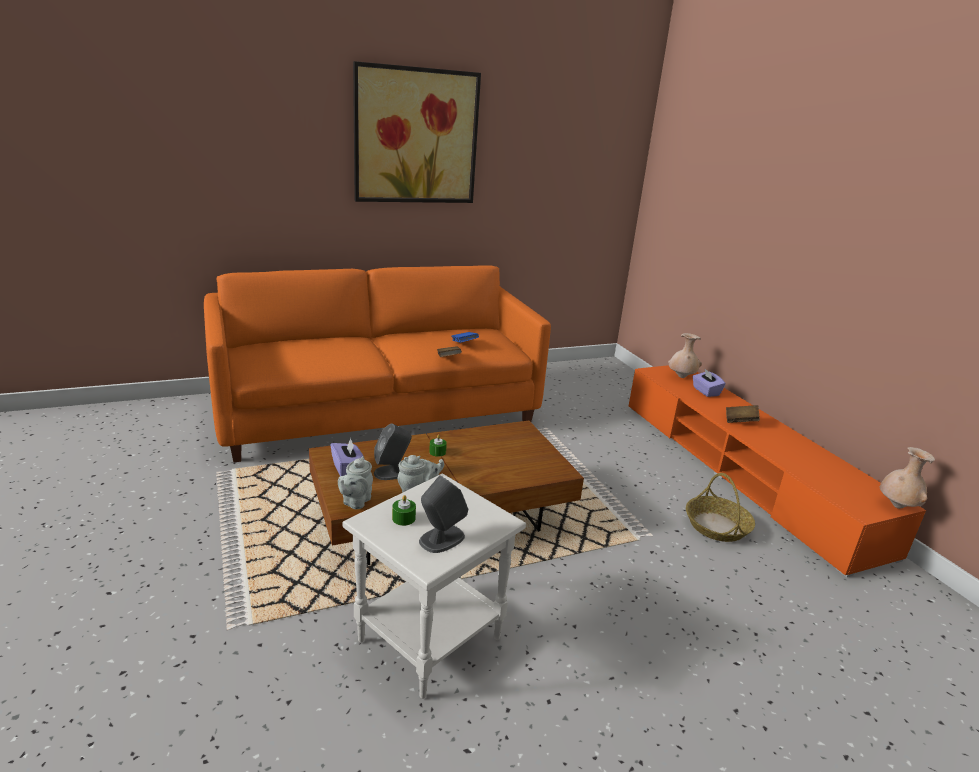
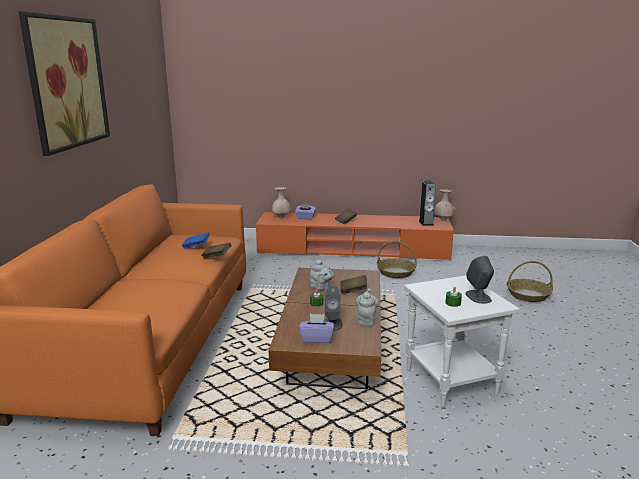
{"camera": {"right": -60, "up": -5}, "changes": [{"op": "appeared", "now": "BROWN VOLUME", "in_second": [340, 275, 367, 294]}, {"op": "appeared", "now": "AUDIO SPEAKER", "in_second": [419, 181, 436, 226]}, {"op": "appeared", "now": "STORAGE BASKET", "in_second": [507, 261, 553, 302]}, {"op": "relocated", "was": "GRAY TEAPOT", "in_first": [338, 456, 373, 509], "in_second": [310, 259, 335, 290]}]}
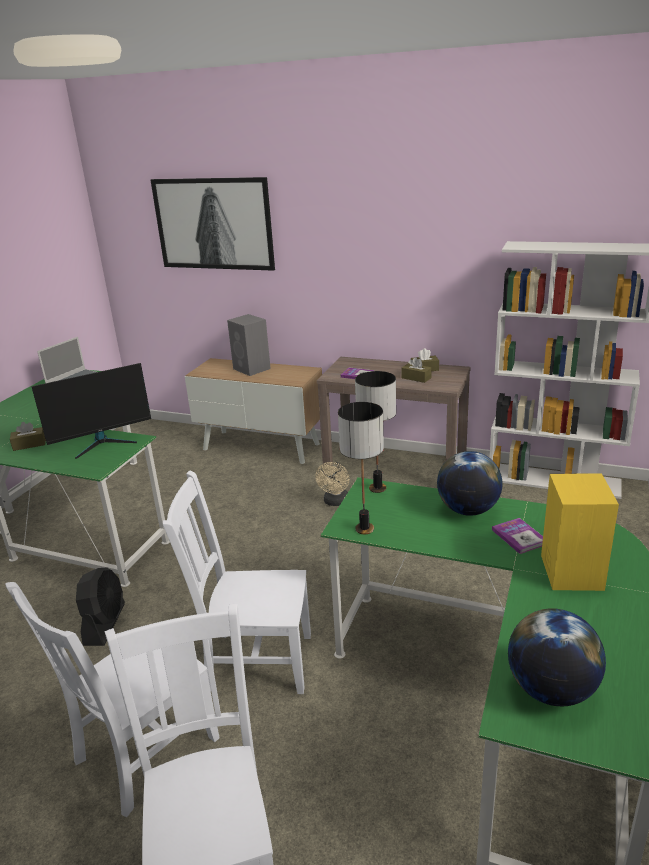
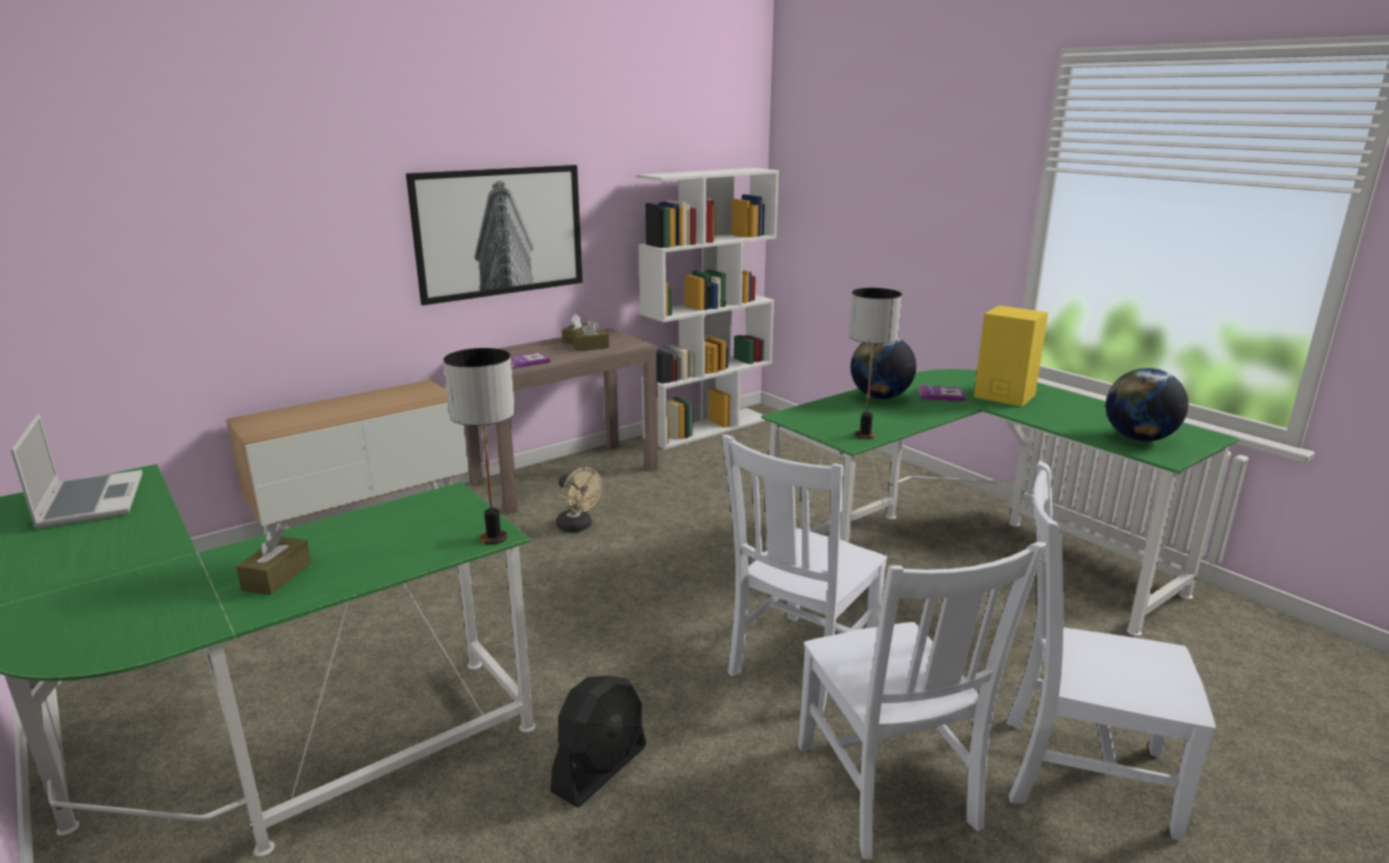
{"camera": {"right": -60, "up": -5}, "changes": [{"op": "missing", "was": "COMPUTER DISPLAY", "in_first": [31, 363, 151, 459]}, {"op": "missing", "was": "GRAY AUDIO SPEAKER", "in_first": [227, 314, 271, 376]}, {"op": "relocated", "was": "WALL ART", "in_first": [151, 177, 275, 271], "in_second": [406, 165, 583, 305]}, {"op": "relocated", "was": "TABLE LAMP", "in_first": [355, 371, 396, 493], "in_second": [444, 348, 515, 545]}, {"op": "spun", "was": "BLACK ELECTRIC FAN", "in_first": [76, 567, 125, 646], "in_second": [550, 676, 646, 808], "clockwise": 90}]}
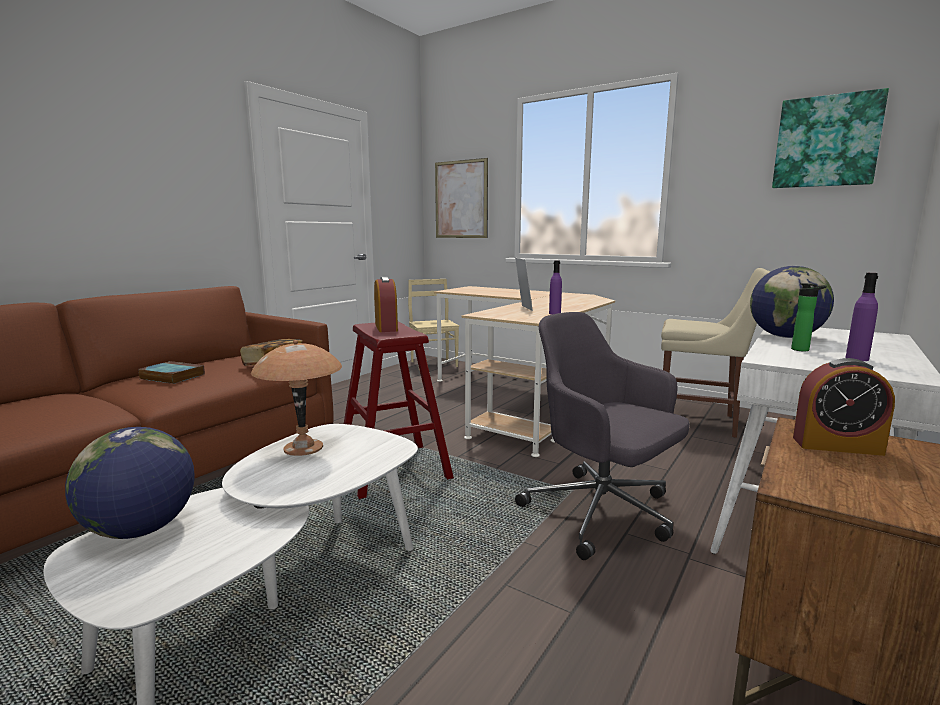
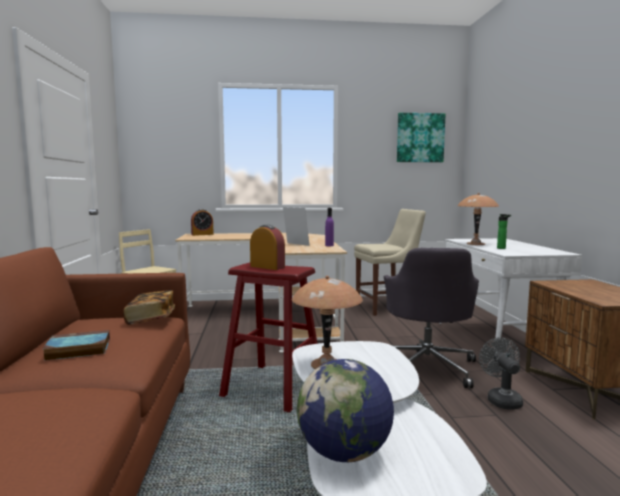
{"camera": {"right": -40, "up": -5}, "changes": [{"op": "missing", "was": "WALL ART", "in_first": [435, 158, 488, 238]}, {"op": "missing", "was": "PURPLE DRINK BOTTLE", "in_first": [846, 273, 878, 361]}, {"op": "appeared", "now": "GRAY ELECTRIC FAN", "in_second": [479, 337, 523, 409]}, {"op": "relocated", "was": "ALARM CLOCK", "in_first": [793, 358, 895, 456], "in_second": [191, 209, 214, 236]}, {"op": "exchanged", "was": "WORLD GLOBE", "now": "BROWN TABLE LAMP", "in_first": [750, 266, 834, 338], "in_second": [457, 193, 499, 245]}, {"op": "spun", "was": "GRAY OFFICE CHAIR", "in_first": [515, 312, 690, 560], "in_second": [384, 248, 479, 388], "clockwise": -90}]}
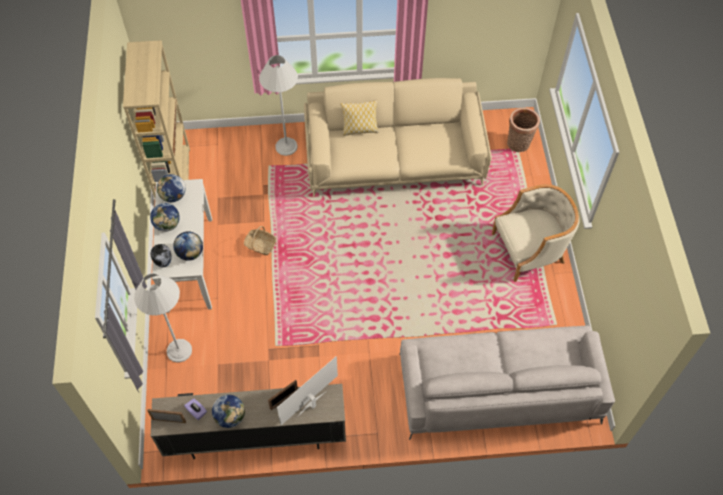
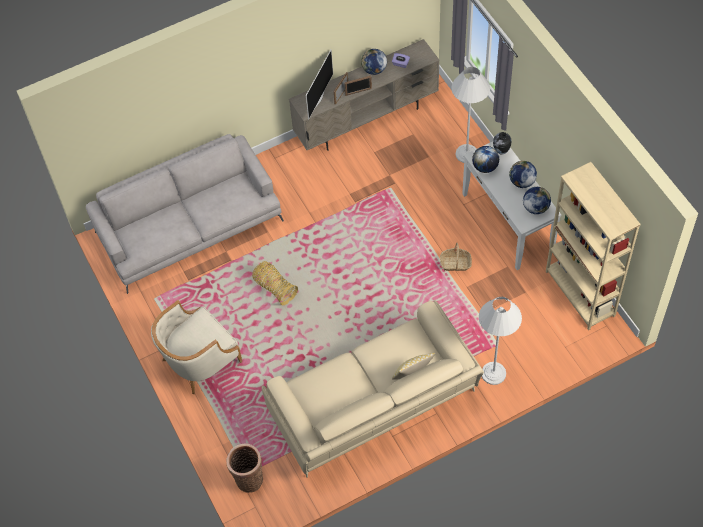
{"camera": {"right": 160, "up": 0}, "changes": [{"op": "appeared", "now": "STORAGE BASKET", "in_second": [252, 261, 298, 306]}, {"op": "relocated", "was": "PICTURE FRAME", "in_first": [147, 409, 186, 423], "in_second": [344, 76, 372, 96]}]}
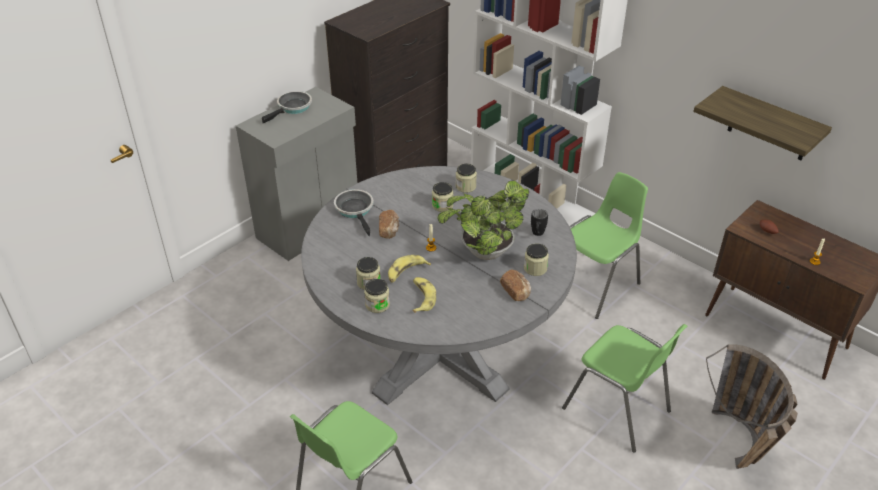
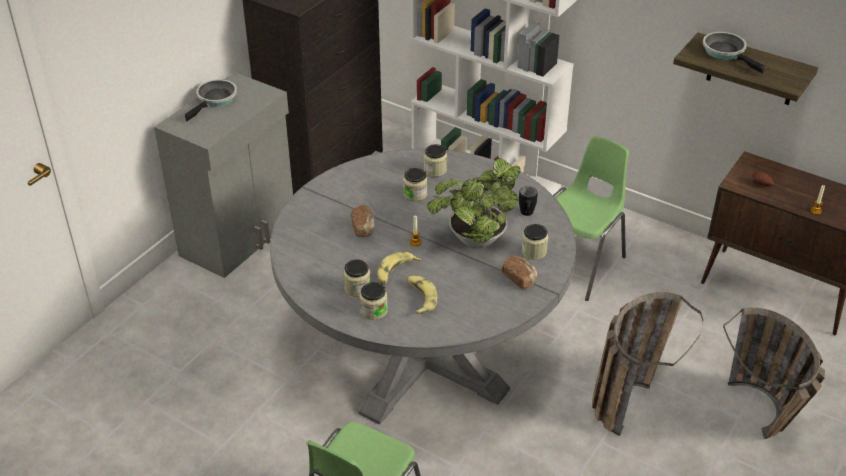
{"camera": {"right": -10, "up": 0}, "changes": [{"op": "relocated", "was": "FRYING PAN", "in_first": [334, 189, 374, 236], "in_second": [703, 32, 765, 74]}, {"op": "exchanged", "was": "GREEN-COLOURED CHAIR", "now": "STORAGE BASKET", "in_first": [562, 324, 687, 453], "in_second": [592, 292, 703, 436]}]}
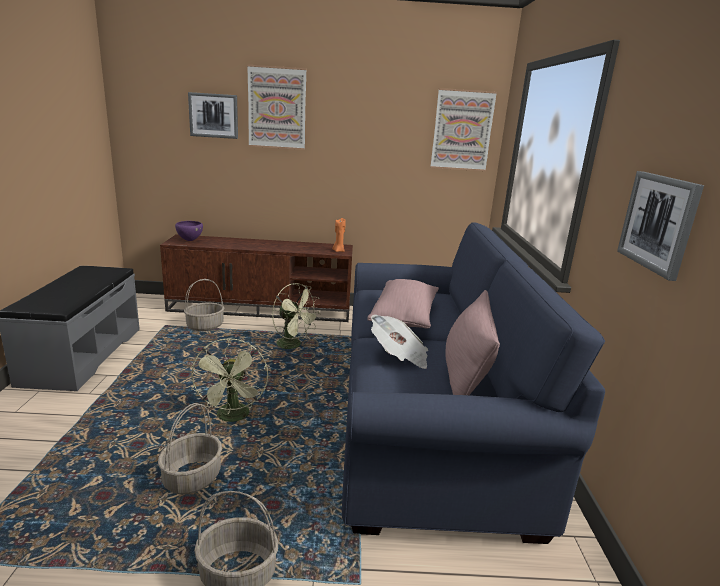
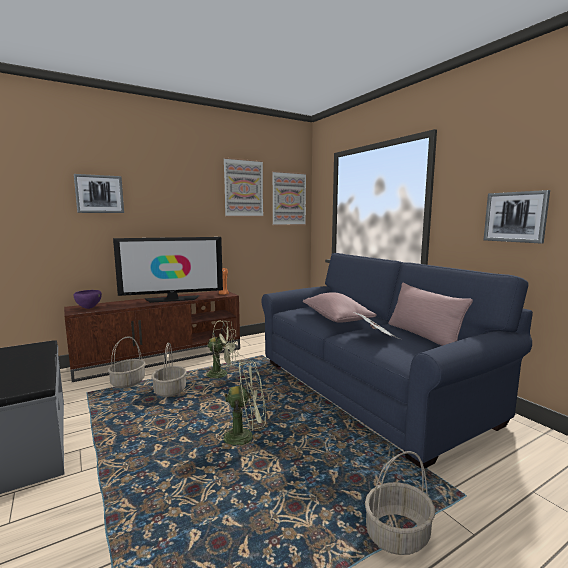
{"camera": {"right": -30, "up": -10}, "changes": [{"op": "appeared", "now": "TV SET", "in_second": [113, 237, 223, 303]}, {"op": "relocated", "was": "STORAGE BASKET", "in_first": [158, 403, 222, 495], "in_second": [151, 342, 187, 397]}, {"op": "relocated", "was": "WALL ART", "in_first": [247, 65, 306, 150], "in_second": [223, 157, 264, 217]}, {"op": "spun", "was": "GREEN-COLOURED ELECTRIC FAN", "in_first": [191, 338, 268, 422], "in_second": [219, 361, 266, 447], "clockwise": -60}]}
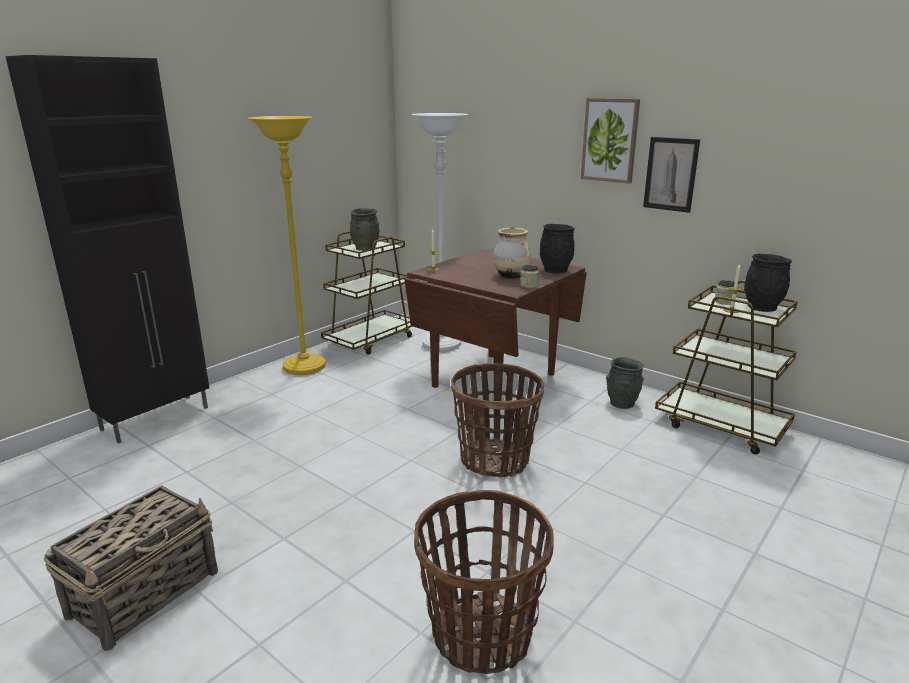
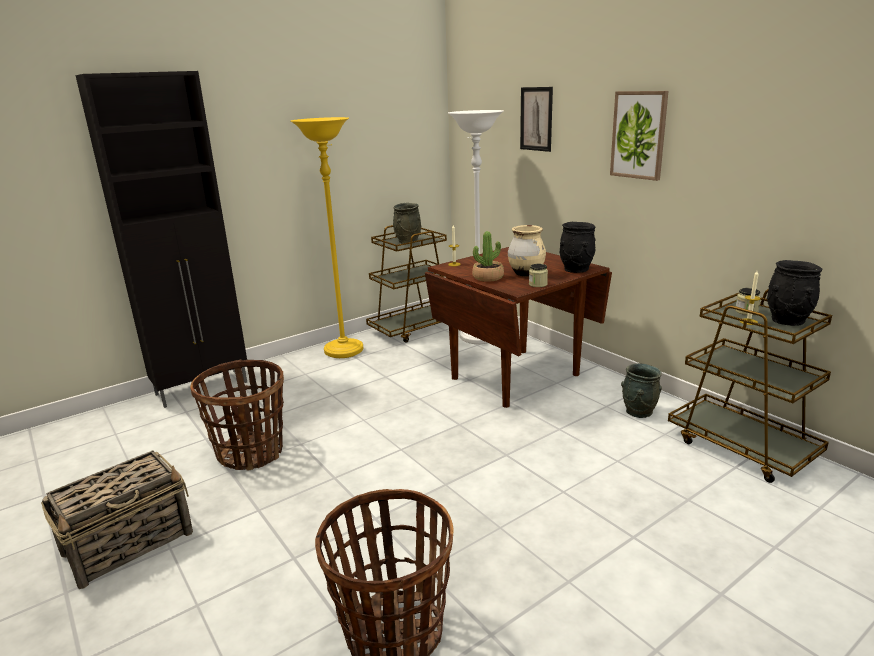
{"camera": {"right": 15, "up": 0}, "changes": [{"op": "appeared", "now": "HOUSEPLANT", "in_second": [472, 231, 504, 282]}, {"op": "relocated", "was": "STORAGE BASKET", "in_first": [451, 363, 544, 478], "in_second": [190, 360, 284, 470]}, {"op": "relocated", "was": "WALL ART", "in_first": [643, 137, 700, 213], "in_second": [520, 87, 553, 152]}]}
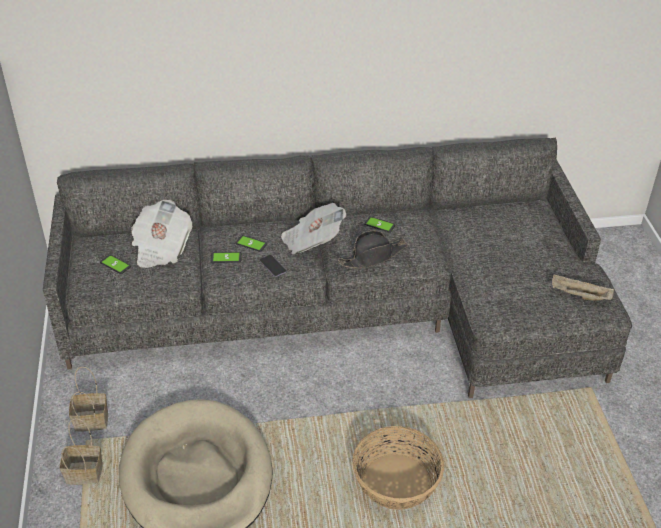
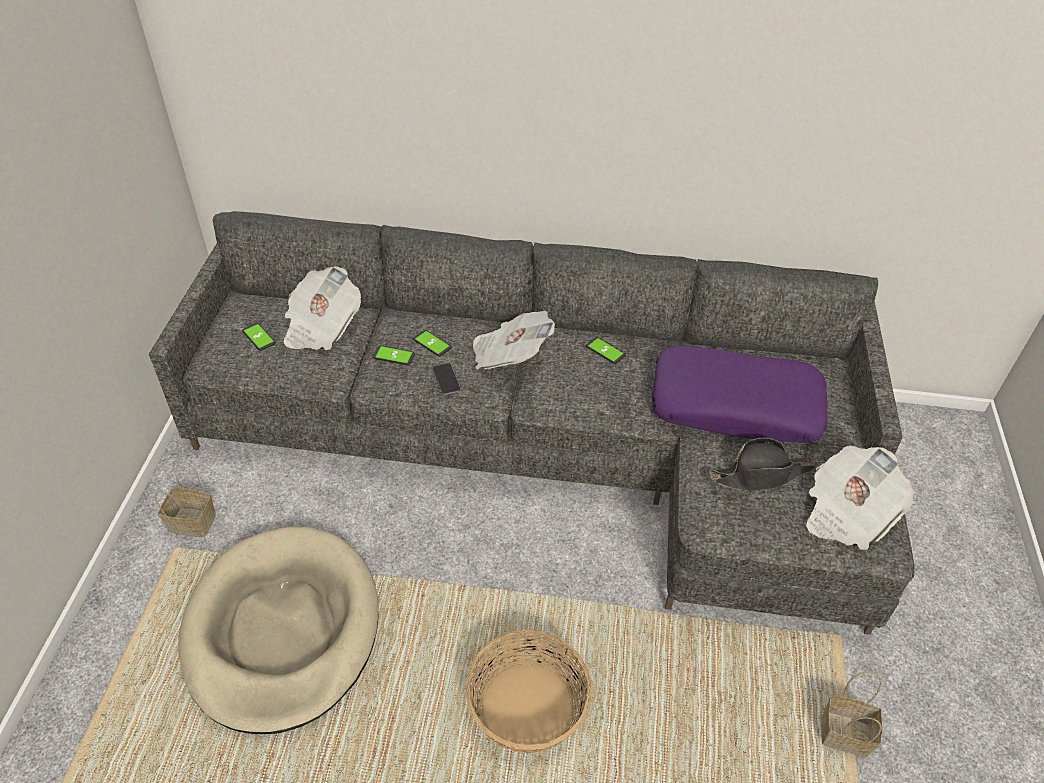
{"camera": {"right": 15, "up": 5}, "changes": [{"op": "appeared", "now": "PURPLE CUSHION", "in_second": [652, 345, 828, 443]}, {"op": "relocated", "was": "STORAGE BASKET", "in_first": [60, 418, 103, 485], "in_second": [821, 671, 883, 758]}, {"op": "relocated", "was": "BLACK CLOTHING HAT", "in_first": [338, 231, 408, 268], "in_second": [710, 438, 816, 490]}, {"op": "exchanged", "was": "BEIGE-COLOURED CARRYING TRAY", "now": "PRINTED PAPER", "in_first": [552, 274, 614, 301], "in_second": [806, 445, 913, 550]}]}
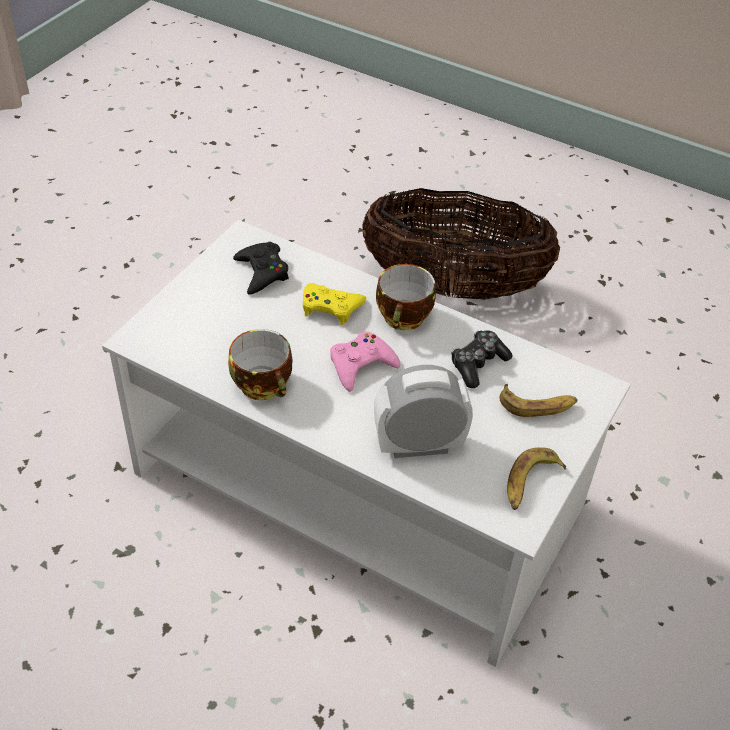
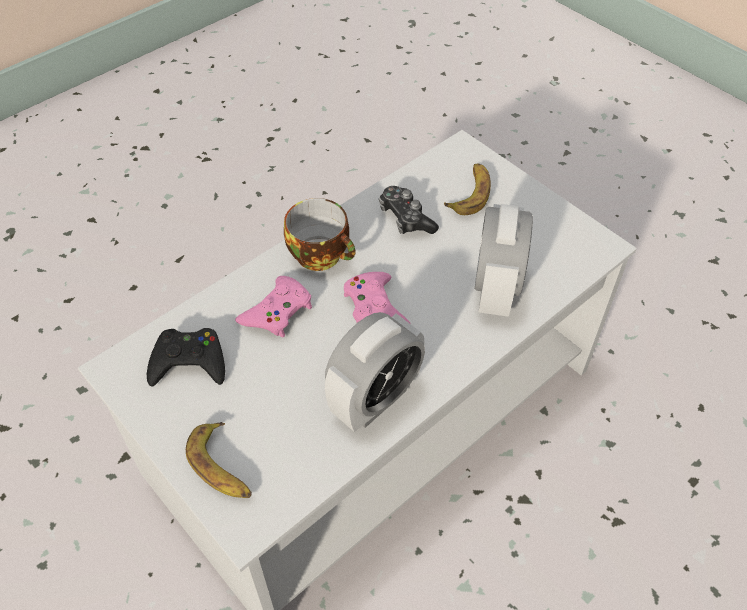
{"camera": {"right": -70, "up": 5}, "changes": [{"op": "missing", "was": "STORAGE BASKET", "in_first": [362, 188, 560, 300]}, {"op": "relocated", "was": "BANANA FRUIT", "in_first": [507, 448, 566, 510], "in_second": [186, 422, 252, 498]}, {"op": "exchanged", "was": "SMALL CUP", "now": "ALARM CLOCK", "in_first": [228, 329, 292, 400], "in_second": [325, 312, 425, 432]}, {"op": "colour", "was": "YELLOW GAMEPAD", "now": "PINKISH GAMEPAD", "in_first": [303, 283, 367, 325], "in_second": [235, 276, 312, 338]}]}
